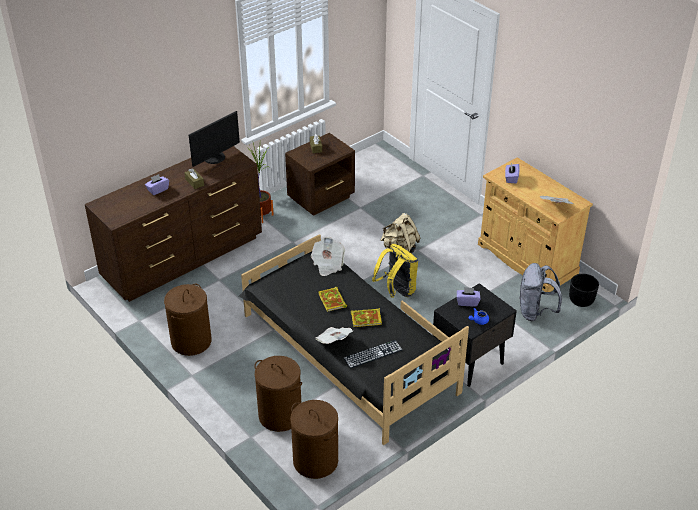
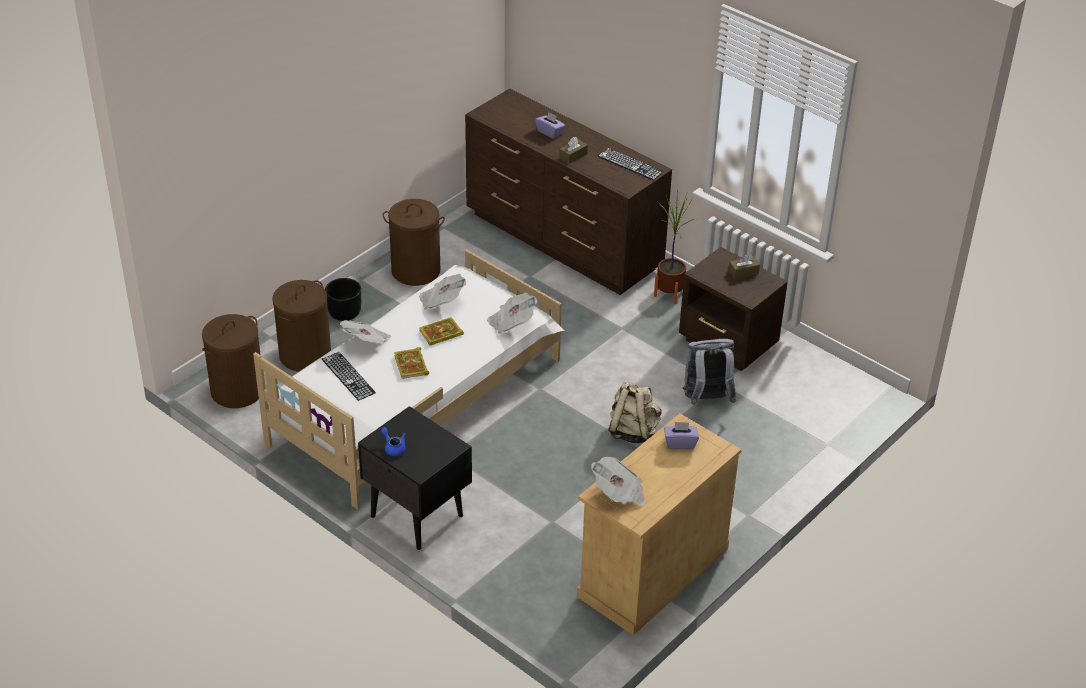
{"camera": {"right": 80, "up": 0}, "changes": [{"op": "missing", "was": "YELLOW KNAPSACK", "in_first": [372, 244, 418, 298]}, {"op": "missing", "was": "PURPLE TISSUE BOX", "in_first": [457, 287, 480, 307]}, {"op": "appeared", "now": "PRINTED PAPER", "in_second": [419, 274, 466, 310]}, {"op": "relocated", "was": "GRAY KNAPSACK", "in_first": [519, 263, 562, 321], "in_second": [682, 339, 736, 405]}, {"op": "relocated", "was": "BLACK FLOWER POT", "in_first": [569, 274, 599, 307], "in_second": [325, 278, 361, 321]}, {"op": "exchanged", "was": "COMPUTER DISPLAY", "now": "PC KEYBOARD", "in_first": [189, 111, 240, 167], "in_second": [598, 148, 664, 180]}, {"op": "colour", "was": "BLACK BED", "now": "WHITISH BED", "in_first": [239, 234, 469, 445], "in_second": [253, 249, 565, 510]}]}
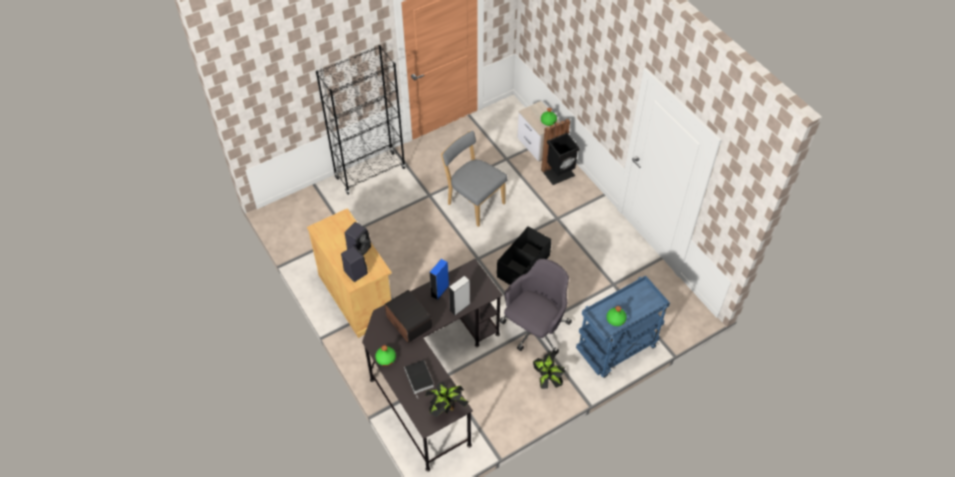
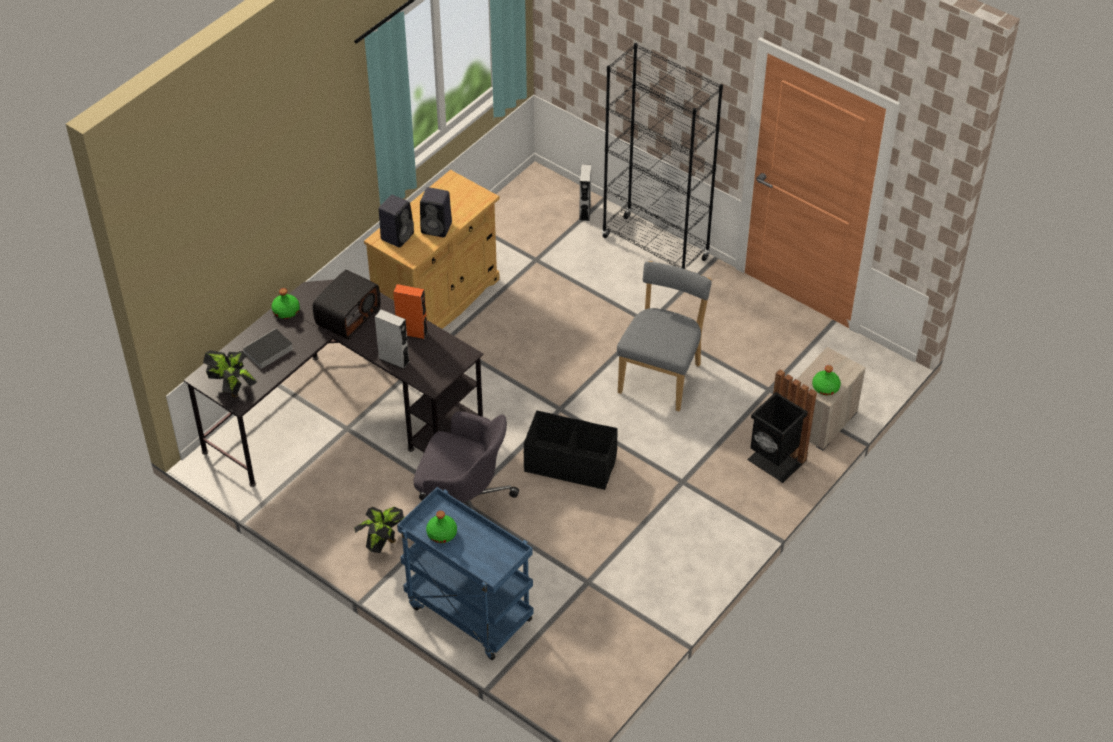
{"camera": {"right": 70, "up": -5}, "changes": [{"op": "appeared", "now": "GRAY AUDIO SPEAKER", "in_second": [579, 164, 591, 221]}, {"op": "colour", "was": "BLUISH AUDIO SPEAKER", "now": "ORANGEY AUDIO SPEAKER", "in_first": [430, 259, 449, 300], "in_second": [393, 284, 428, 340]}]}
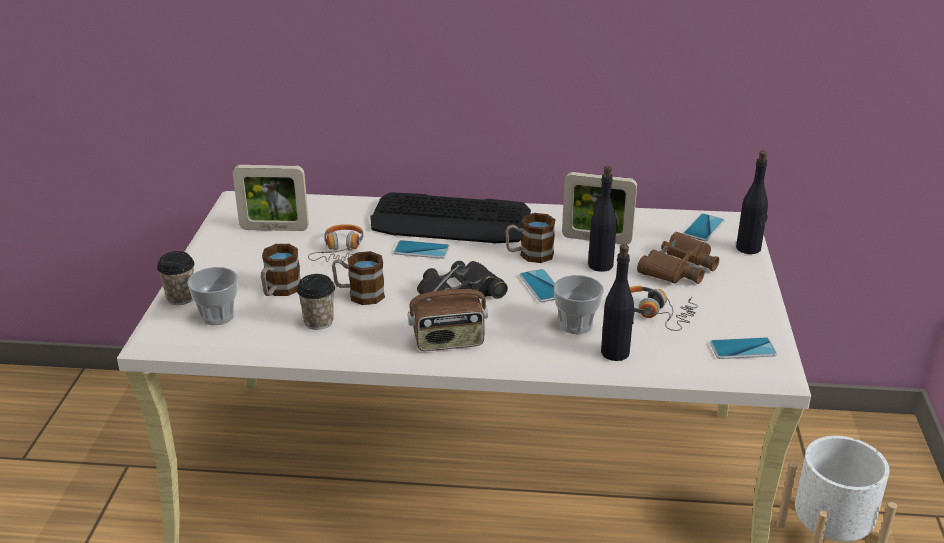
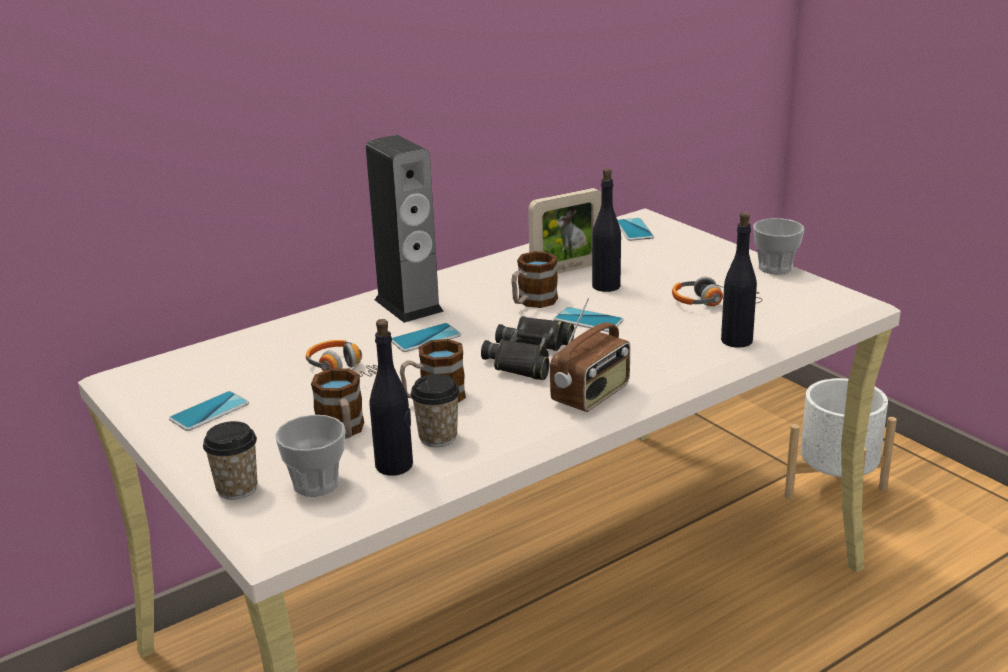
{"camera": {"right": -40, "up": -5}, "changes": [{"op": "missing", "was": "PICTURE FRAME", "in_first": [233, 165, 309, 231]}, {"op": "missing", "was": "BROWN PAIR OF BINOCULARS", "in_first": [637, 232, 719, 284]}, {"op": "relocated", "was": "SMALL CUP", "in_first": [554, 275, 604, 334], "in_second": [753, 218, 804, 275]}, {"op": "relocated", "was": "PHONE", "in_first": [710, 337, 777, 359], "in_second": [169, 391, 249, 431]}, {"op": "relocated", "was": "BLACK DRINK BOTTLE", "in_first": [736, 151, 768, 254], "in_second": [370, 319, 413, 476]}, {"op": "exchanged", "was": "PC KEYBOARD", "now": "AUDIO SPEAKER", "in_first": [370, 192, 531, 244], "in_second": [366, 135, 444, 323]}]}
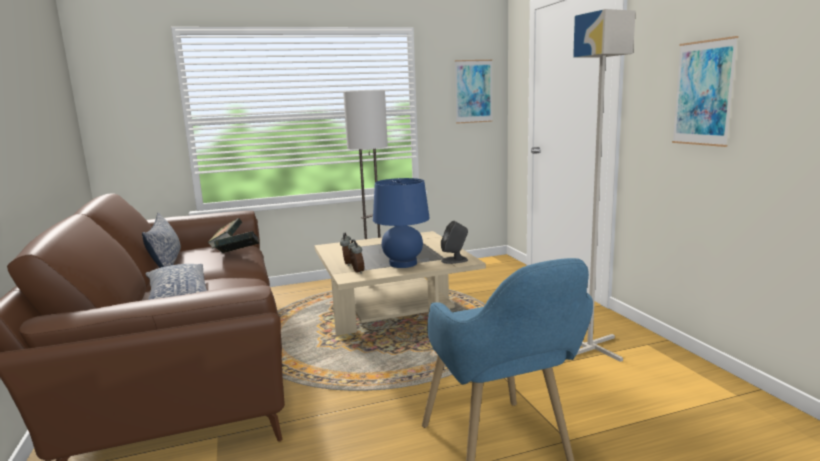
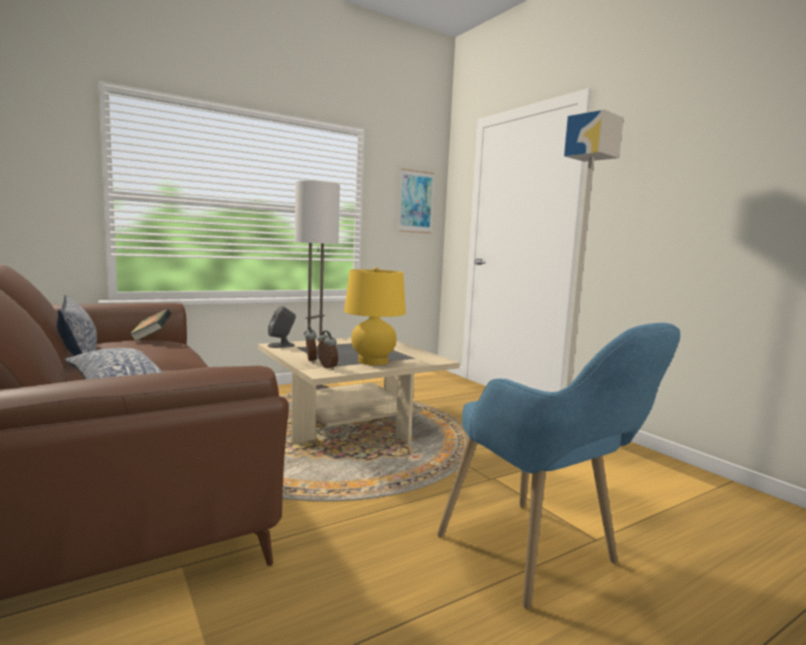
{"camera": {"right": -15, "up": -5}, "changes": [{"op": "missing", "was": "VOLUME", "in_first": [214, 231, 259, 253]}, {"op": "missing", "was": "WALL ART", "in_first": [672, 36, 738, 147]}, {"op": "relocated", "was": "GRAY AUDIO SPEAKER", "in_first": [441, 221, 468, 264], "in_second": [268, 306, 296, 348]}, {"op": "colour", "was": "BLUISH TABLE LAMP", "now": "YELLOW TABLE LAMP", "in_first": [373, 178, 430, 268], "in_second": [344, 267, 406, 365]}]}
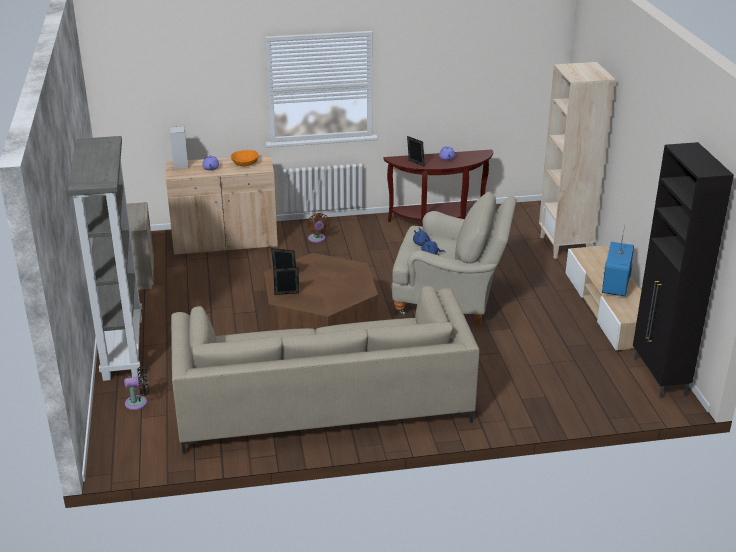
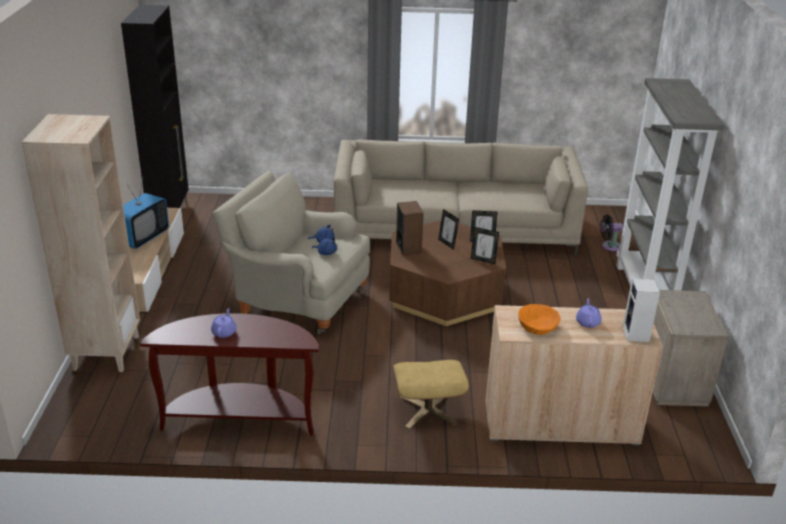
{"camera": {"right": -170, "up": 0}, "changes": [{"op": "appeared", "now": "AUDIO SPEAKER", "in_second": [396, 201, 424, 255]}, {"op": "relocated", "was": "PICTURE FRAME", "in_first": [407, 136, 425, 167], "in_second": [438, 209, 459, 250]}, {"op": "exchanged", "was": "BROWN ELECTRIC FAN", "now": "BEIGE-COLOURED POUFFE", "in_first": [307, 213, 330, 243], "in_second": [392, 360, 469, 429]}]}
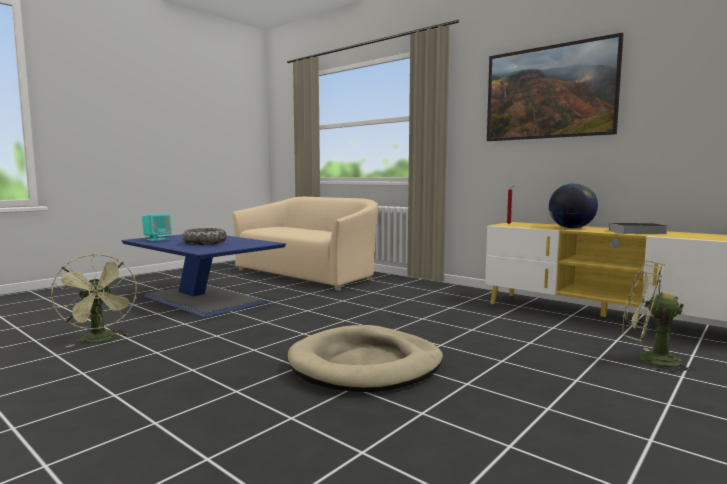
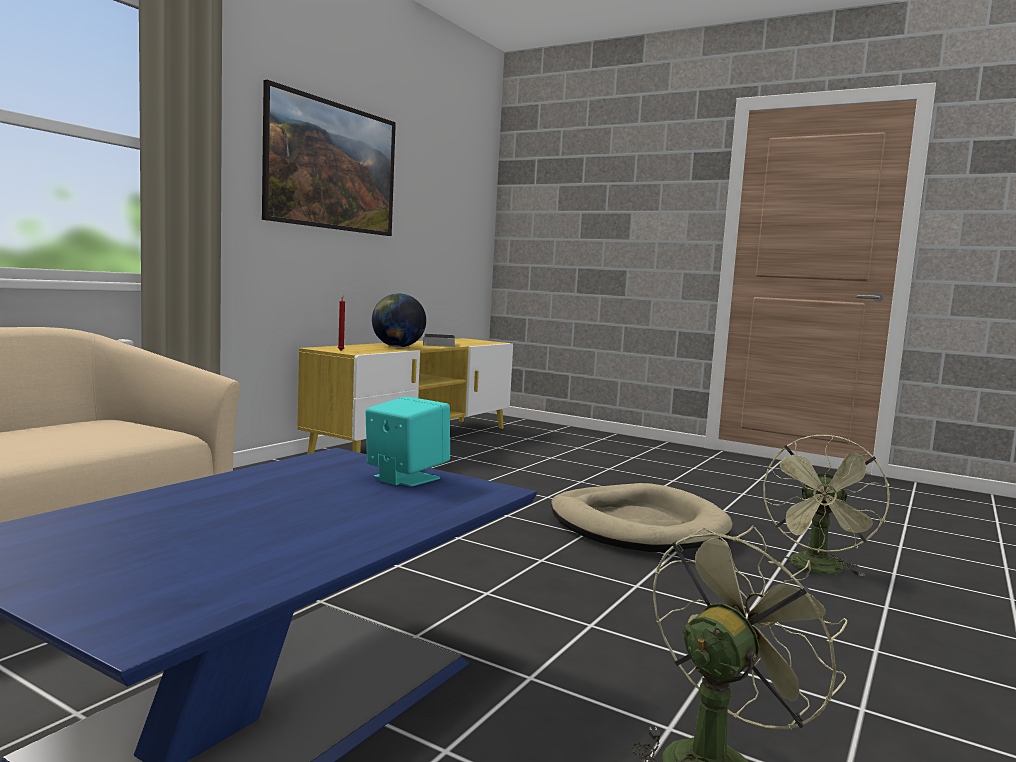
{"camera": {"right": -100, "up": 0}, "changes": [{"op": "missing", "was": "BOWL", "in_first": [182, 228, 227, 245]}, {"op": "relocated", "was": "TURQUOISE-COLOURED AUDIO SPEAKER", "in_first": [142, 213, 172, 241], "in_second": [365, 396, 450, 487]}, {"op": "relocated", "was": "GREEN-COLOURED ELECTRIC FAN", "in_first": [622, 261, 696, 373], "in_second": [763, 435, 890, 576]}]}
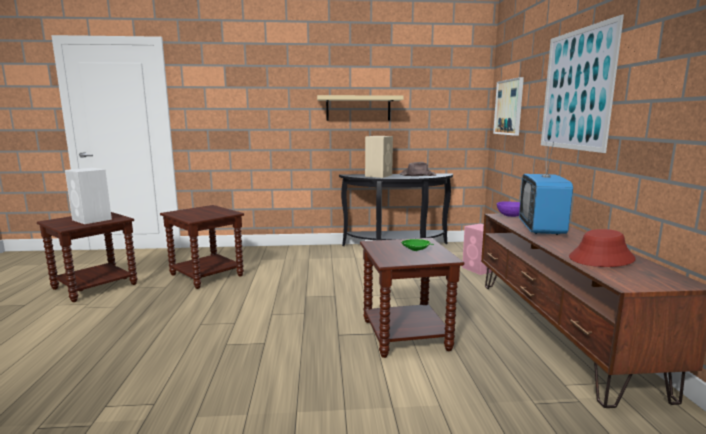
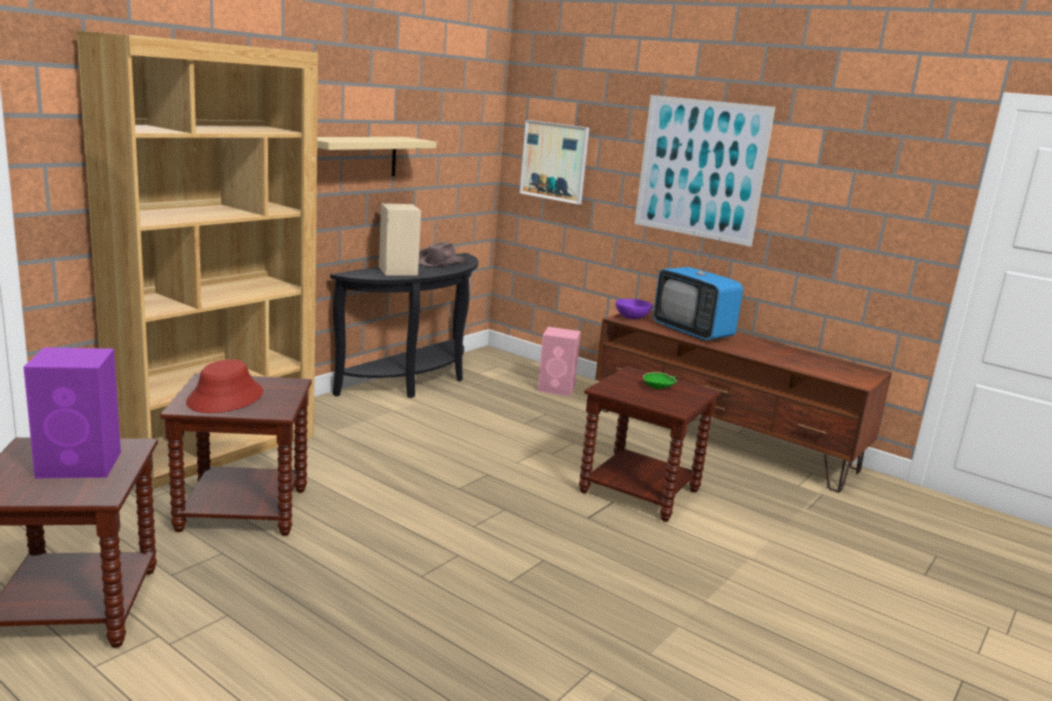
{"camera": {"right": -50, "up": 5}, "changes": [{"op": "appeared", "now": "BROWN BOOKSHELF", "in_second": [76, 30, 318, 489]}, {"op": "relocated", "was": "RED CLOTHING HAT", "in_first": [569, 229, 636, 267], "in_second": [186, 359, 263, 413]}, {"op": "colour", "was": "WHITISH AUDIO SPEAKER", "now": "PURPLE AUDIO SPEAKER", "in_first": [65, 168, 112, 224], "in_second": [24, 347, 121, 478]}]}
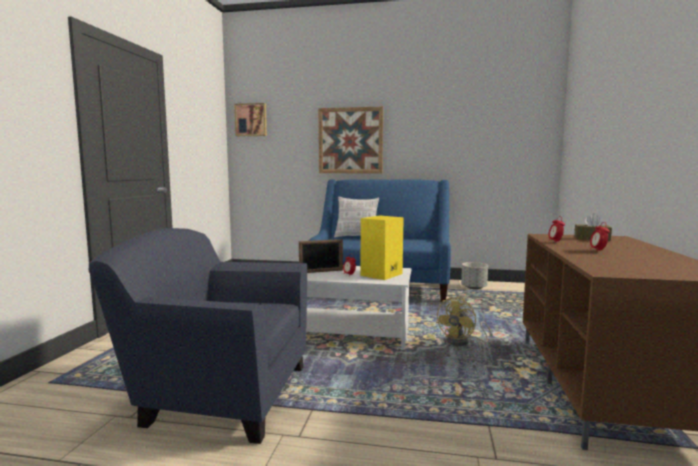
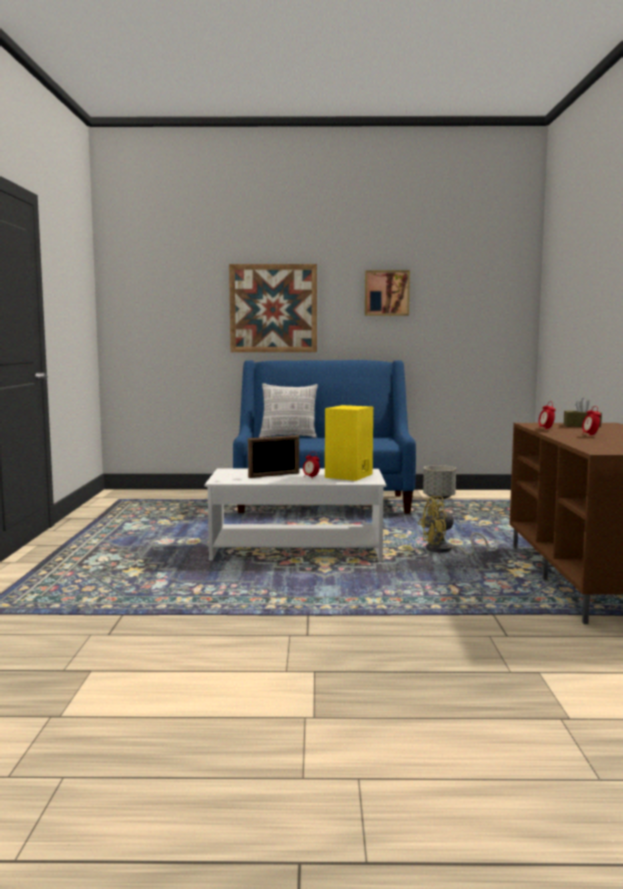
{"camera": {"right": -10, "up": 0}, "changes": [{"op": "missing", "was": "BLUISH LOUNGE CHAIR", "in_first": [89, 228, 307, 444]}, {"op": "relocated", "was": "WALL ART", "in_first": [234, 103, 267, 136], "in_second": [365, 270, 410, 316]}, {"op": "spun", "was": "YELLOW ELECTRIC FAN", "in_first": [436, 296, 492, 346], "in_second": [418, 496, 488, 555], "clockwise": 45}]}
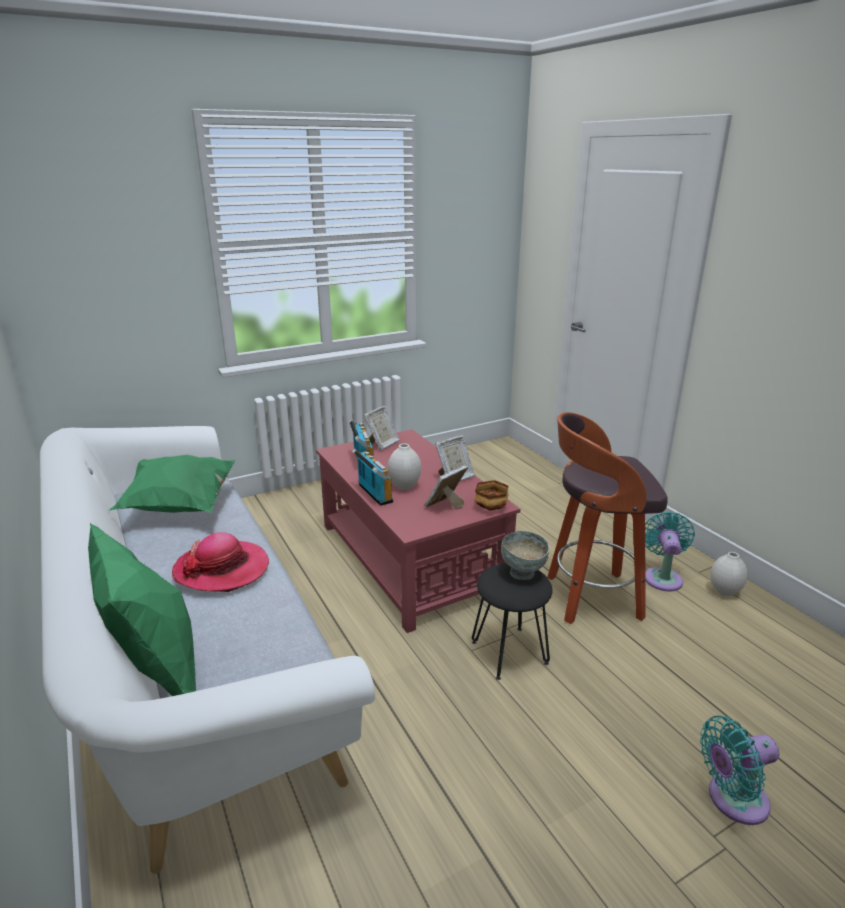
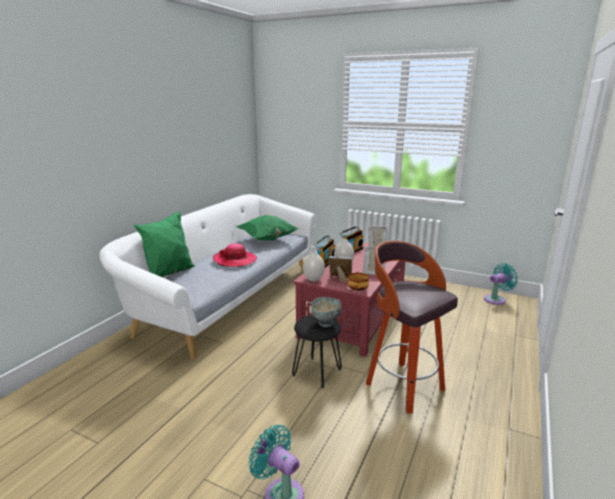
{"camera": {"right": 55, "up": -5}, "changes": [{"op": "relocated", "was": "TURQUOISE-COLOURED ELECTRIC FAN", "in_first": [645, 512, 695, 592], "in_second": [484, 263, 518, 305]}, {"op": "relocated", "was": "WHITISH VASE", "in_first": [710, 552, 748, 596], "in_second": [303, 251, 325, 282]}]}
